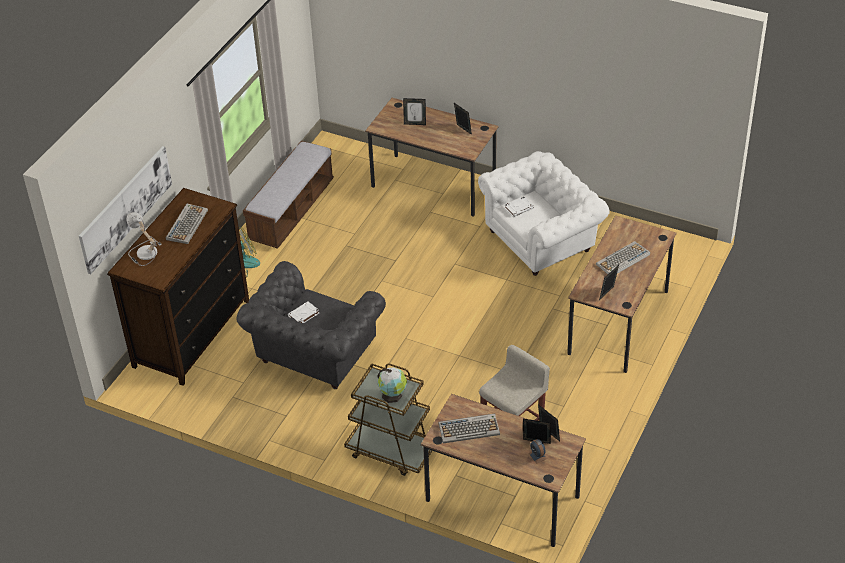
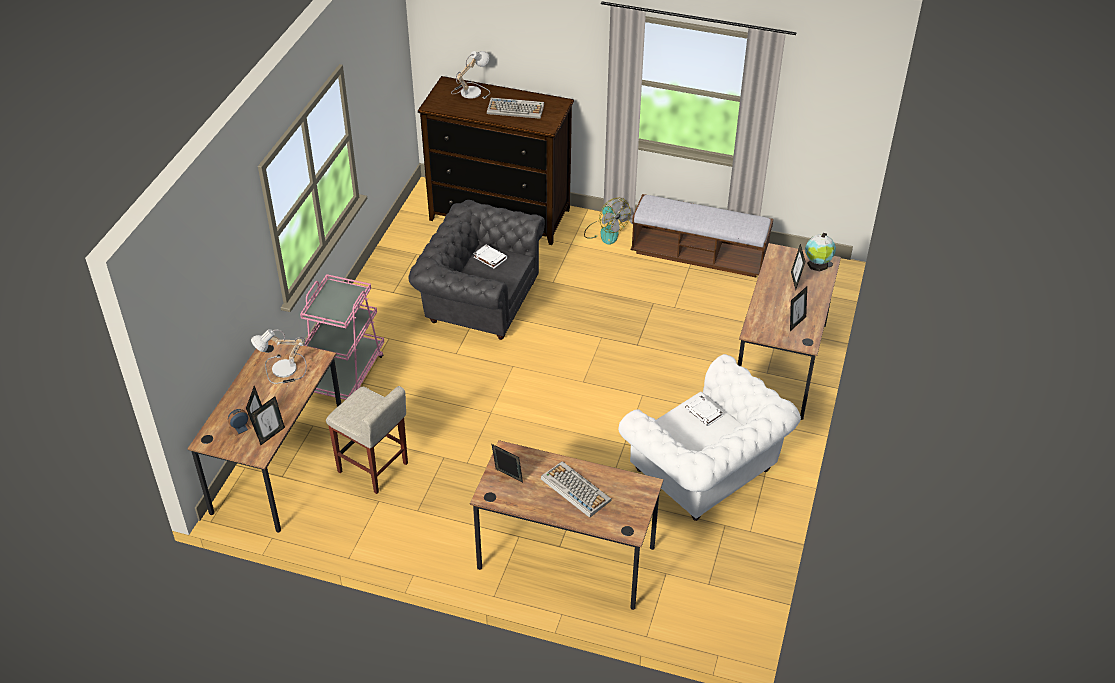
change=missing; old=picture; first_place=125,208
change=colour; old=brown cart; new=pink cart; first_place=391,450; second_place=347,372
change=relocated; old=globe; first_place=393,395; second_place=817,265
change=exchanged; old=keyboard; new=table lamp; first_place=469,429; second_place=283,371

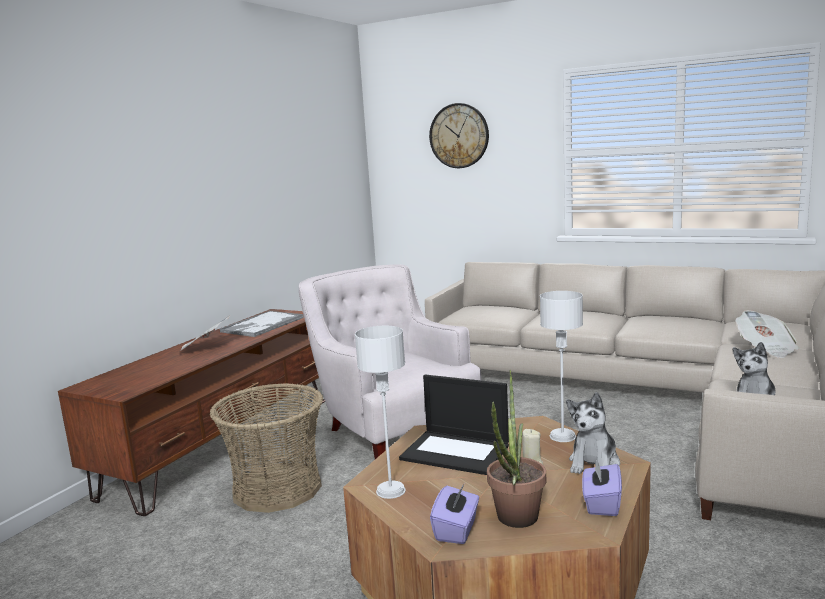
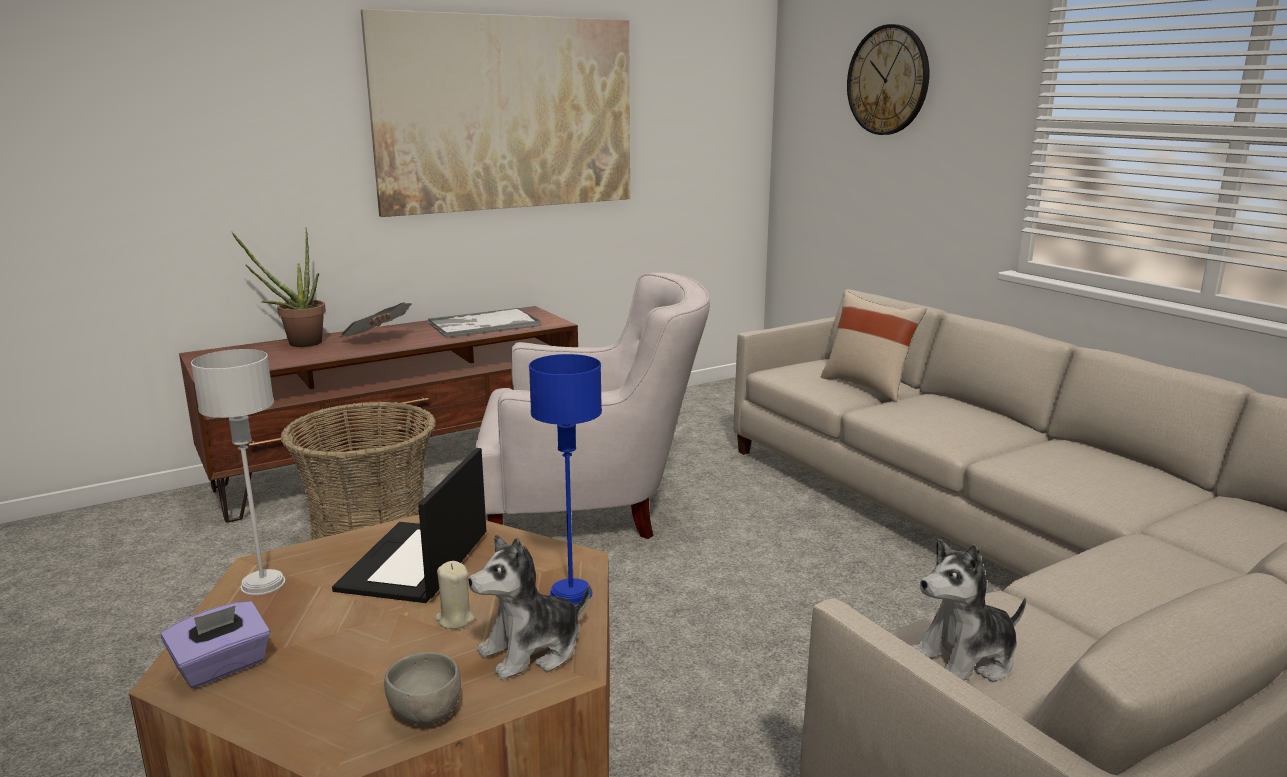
change=spun; old=white armchair; first_place=392,427; second_place=590,507; degrees=90
change=colour; old=grey table lamp; new=blue table lamp; first_place=562,436; second_place=570,593
change=missing; old=newspaper; first_place=766,349
change=relocated; old=potted plant; first_place=515,522; second_place=298,344
change=spun; old=laptop; first_place=456,452; second_place=415,563; degrees=45
change=exchanged; old=purple tissue box; new=grey bowl; first_place=601,504; second_place=425,715
change=appeared; new=picture; second_place=508,114
change=appeared; new=beige pillow; second_place=868,386

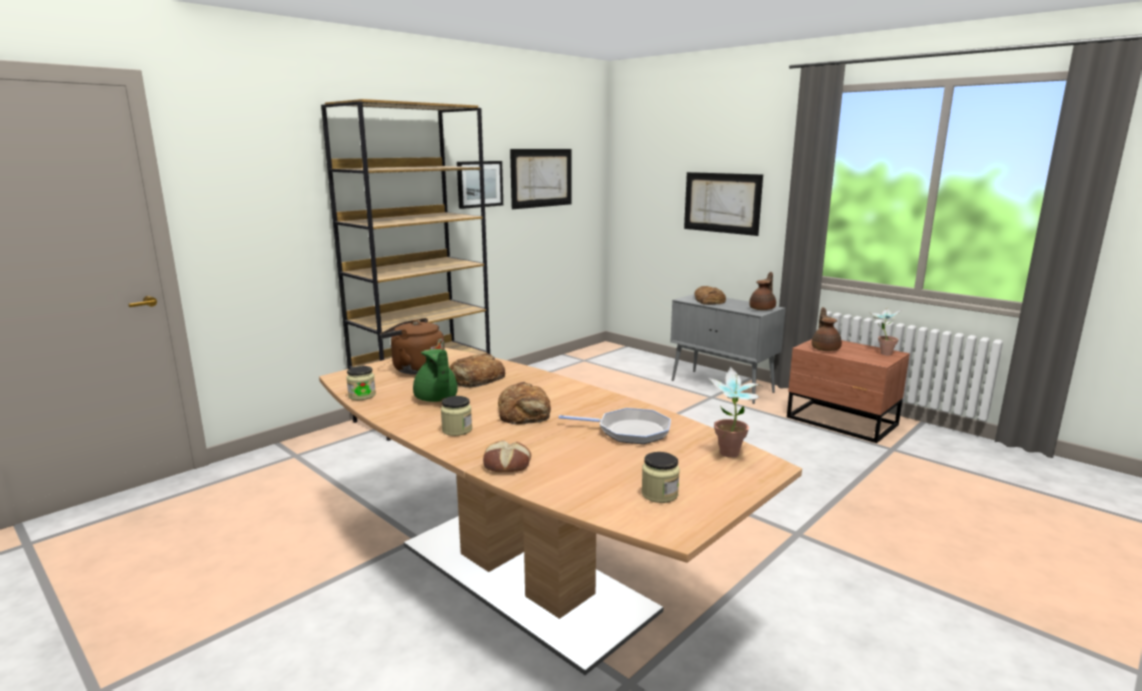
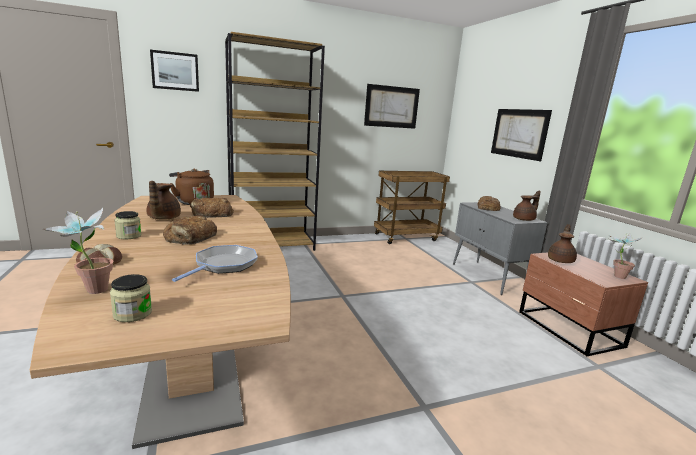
change=relocated; old=picture; first_place=479,184; second_place=175,71
change=colour; old=green teapot; new=brown teapot; first_place=436,399; second_place=163,218
change=missing; old=jar; first_place=362,396
change=relocated; old=potted plant; first_place=730,456; second_place=89,292
change=spun; old=frying pan; first_place=629,431; second_place=223,265; degrees=-105
change=appeared; new=brown cart; second_place=406,237

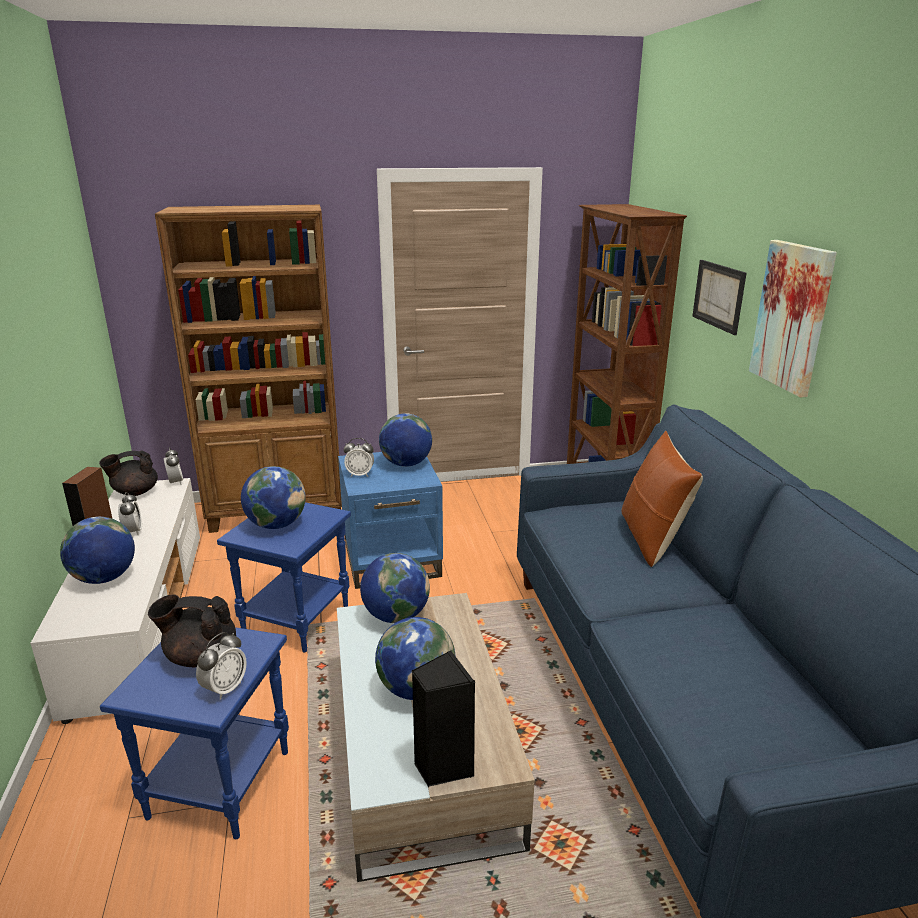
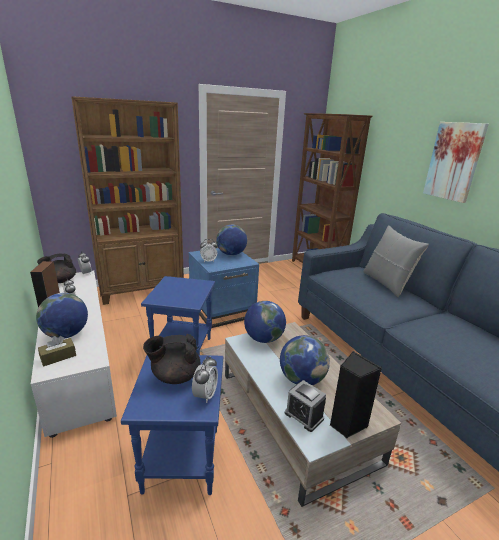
change=missing; old=picture; first_place=719,296
change=colour; old=brown pillow; new=grey pillow; first_place=652,539; second_place=386,283
change=missing; old=globe; first_place=276,525
change=appeared; new=brown tissue box; second_place=58,357
change=appeared; new=alarm clock; second_place=304,416

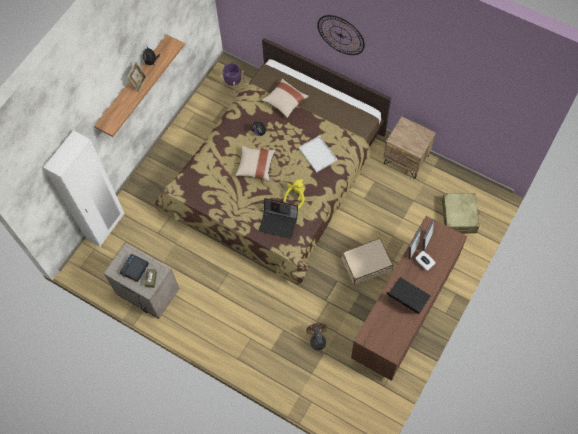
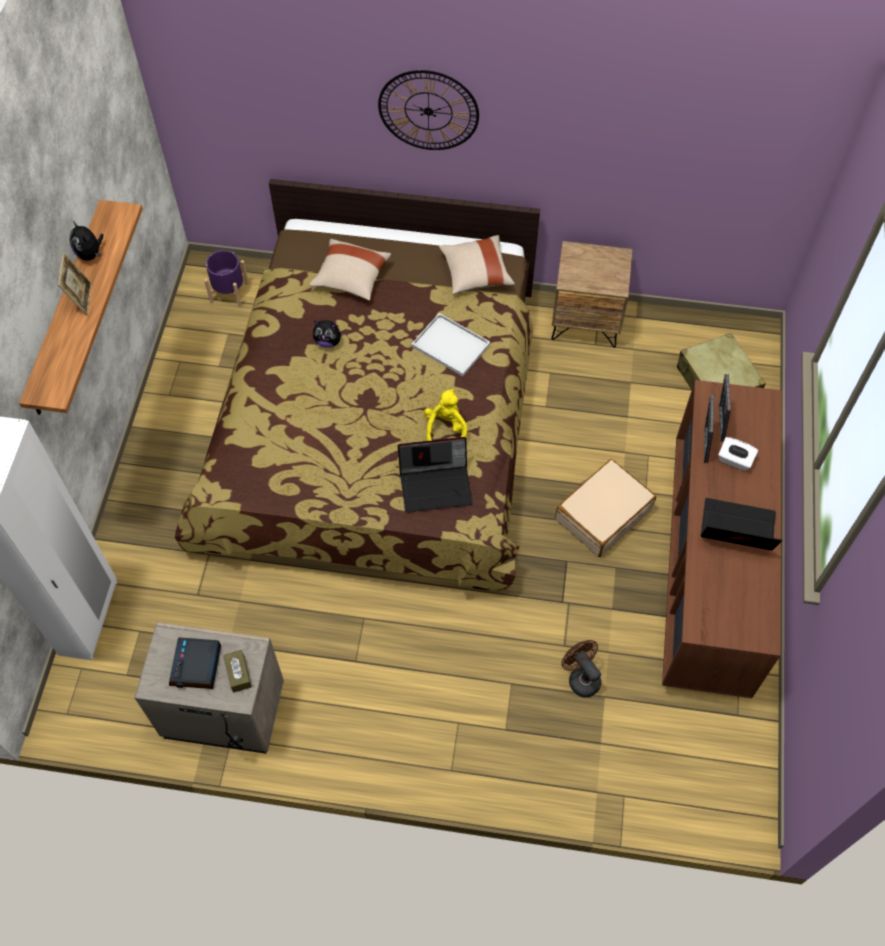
change=relocated; old=beige pillow; first_place=255,166; second_place=476,273

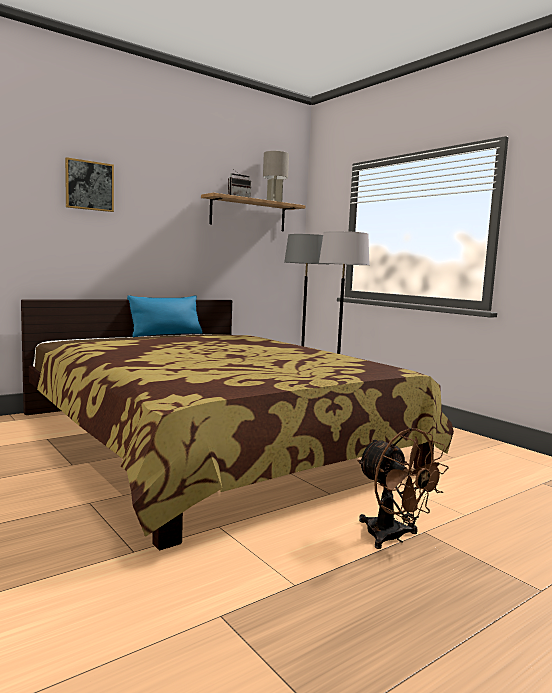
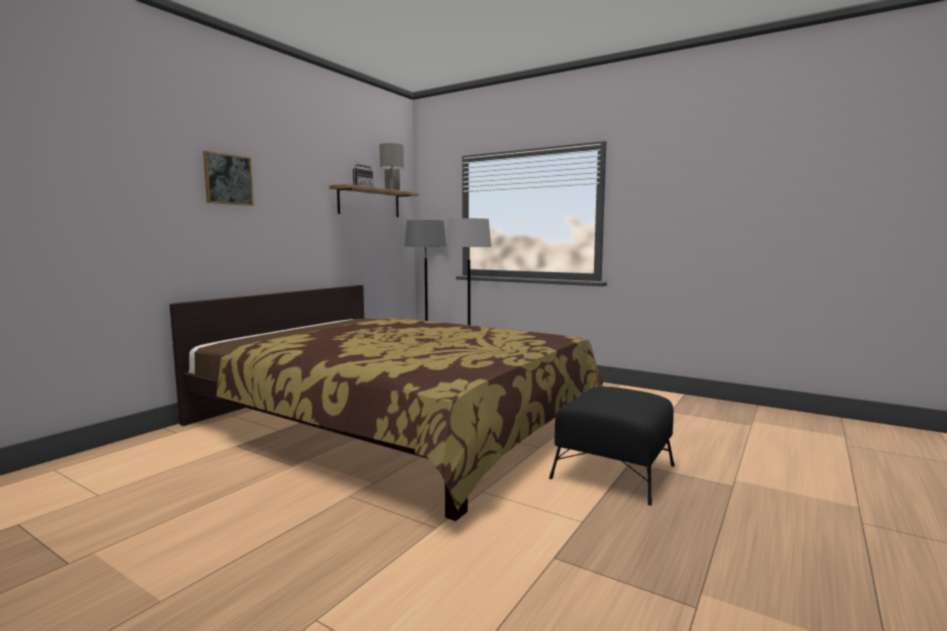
change=missing; old=blue pillow; first_place=166,334
change=exchanged; old=brown fan; new=black ottoman; first_place=393,538; second_place=614,471

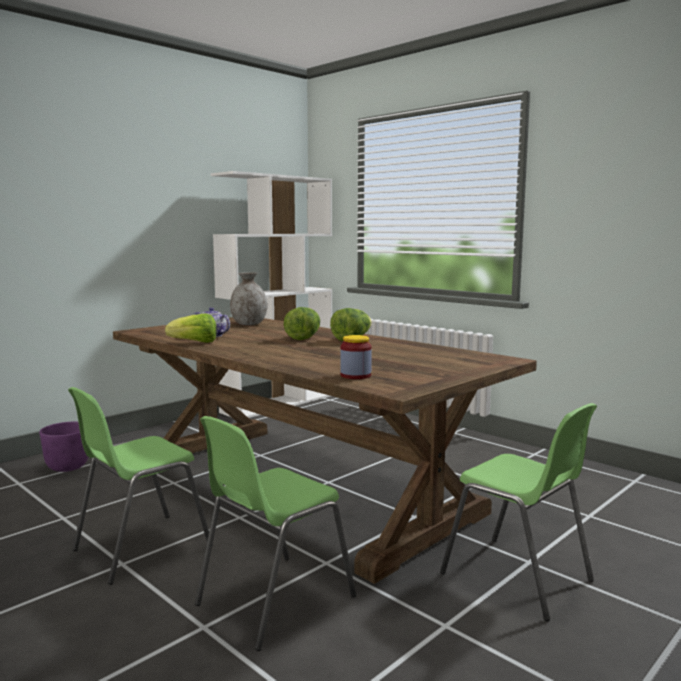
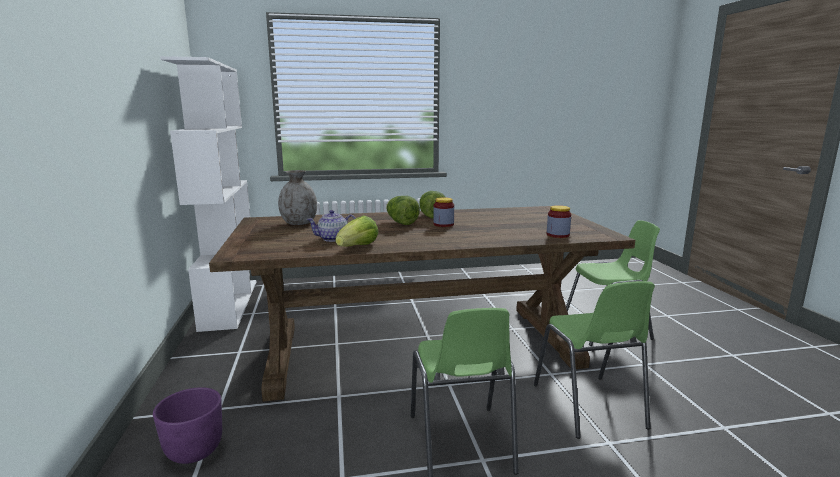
change=appeared; new=jar; second_place=443,224

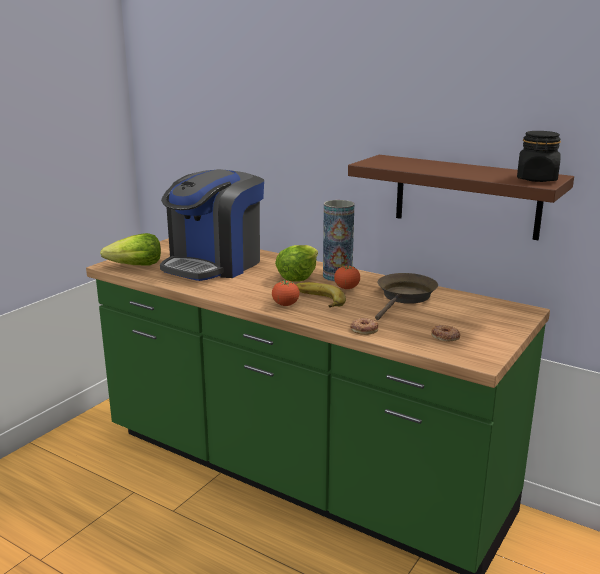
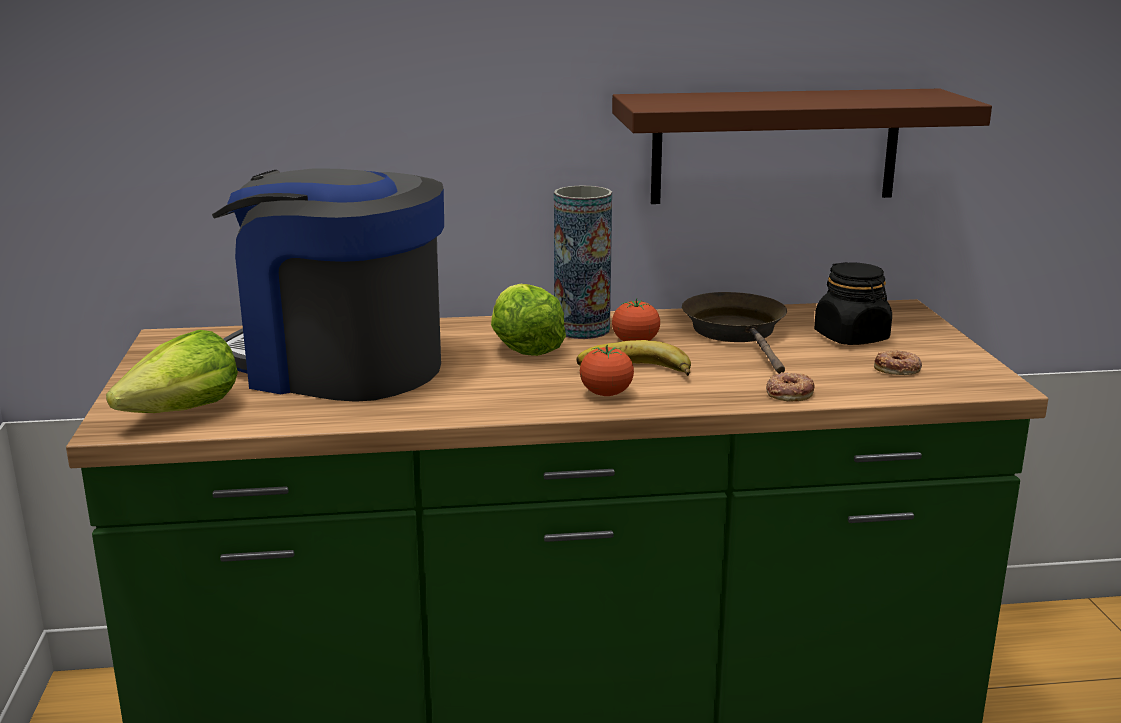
change=relocated; old=black jar; first_place=537,179; second_place=851,337
change=spun; old=coffee machine; first_place=214,264; second_place=338,366; degrees=120

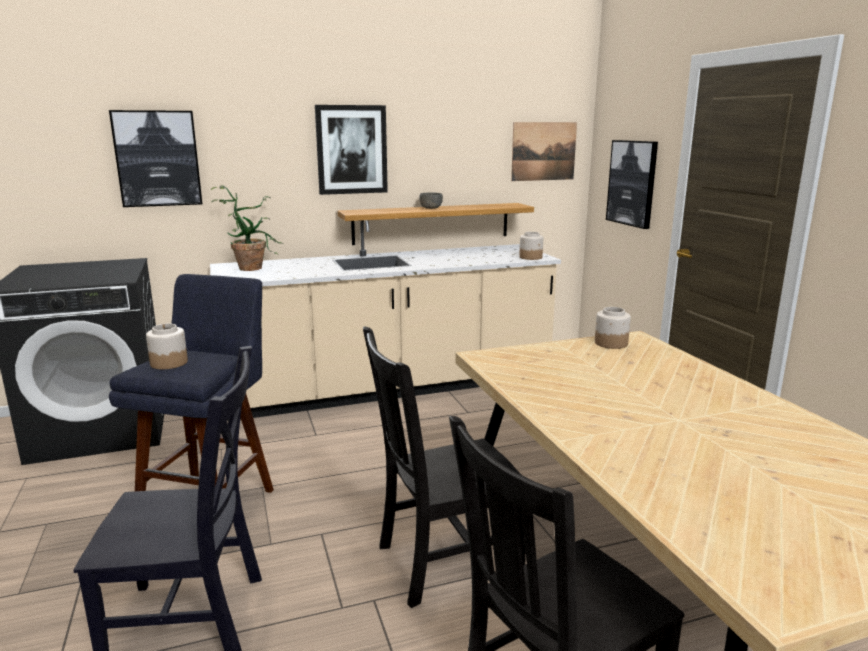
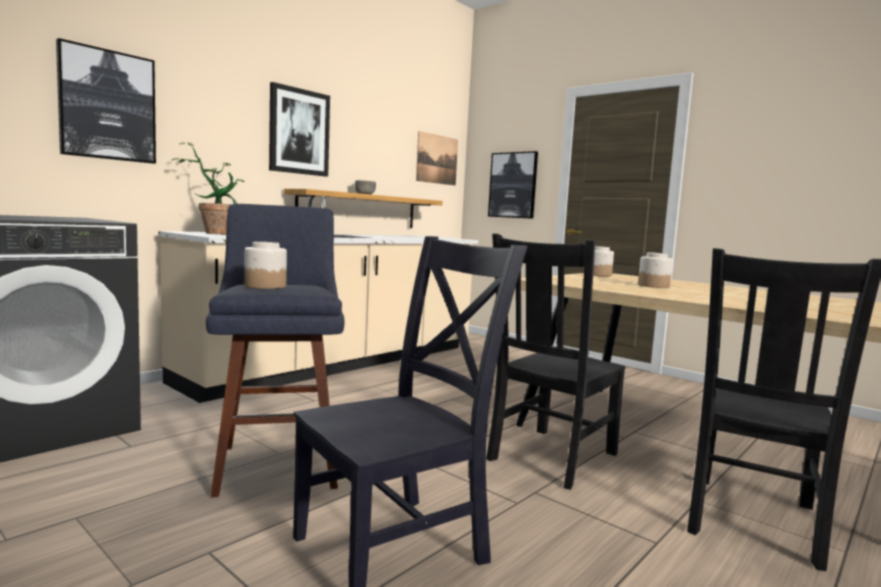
change=relocated; old=jar; first_place=531,257; second_place=654,286

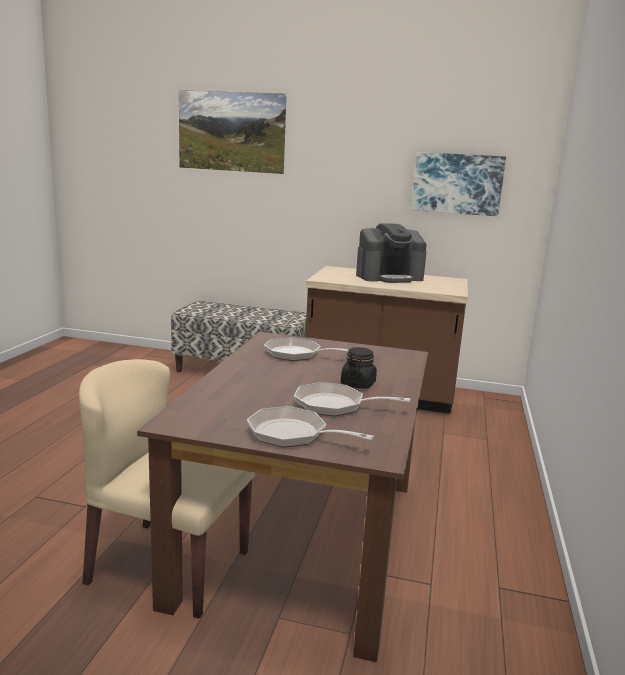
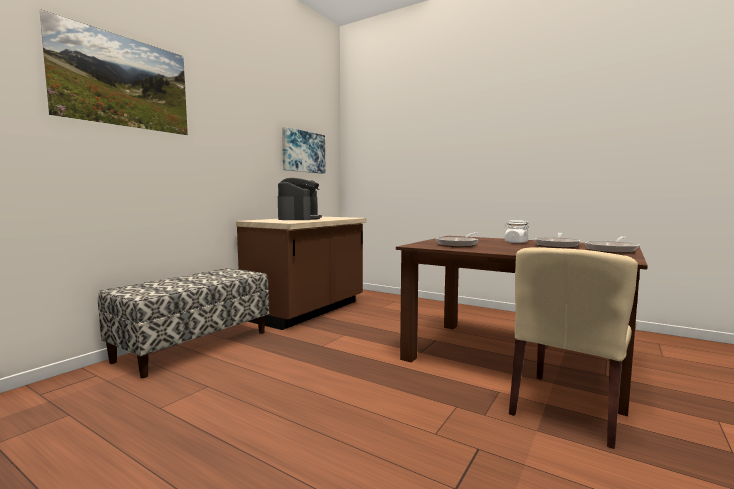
change=colour; old=black jar; new=white jar; first_place=358,384; second_place=516,242

